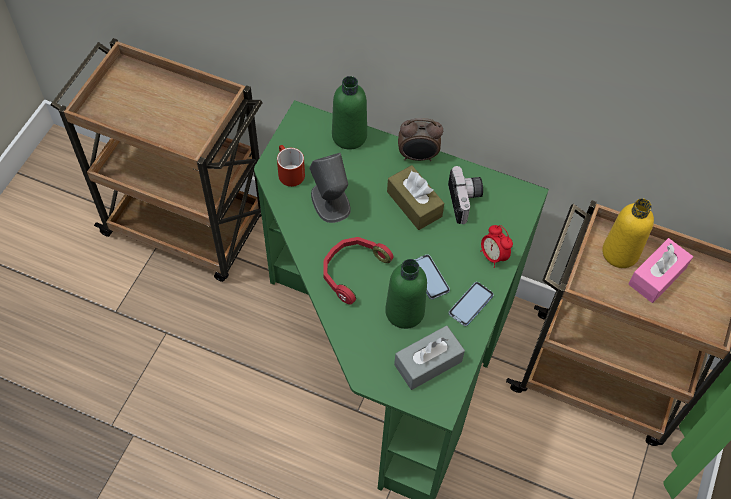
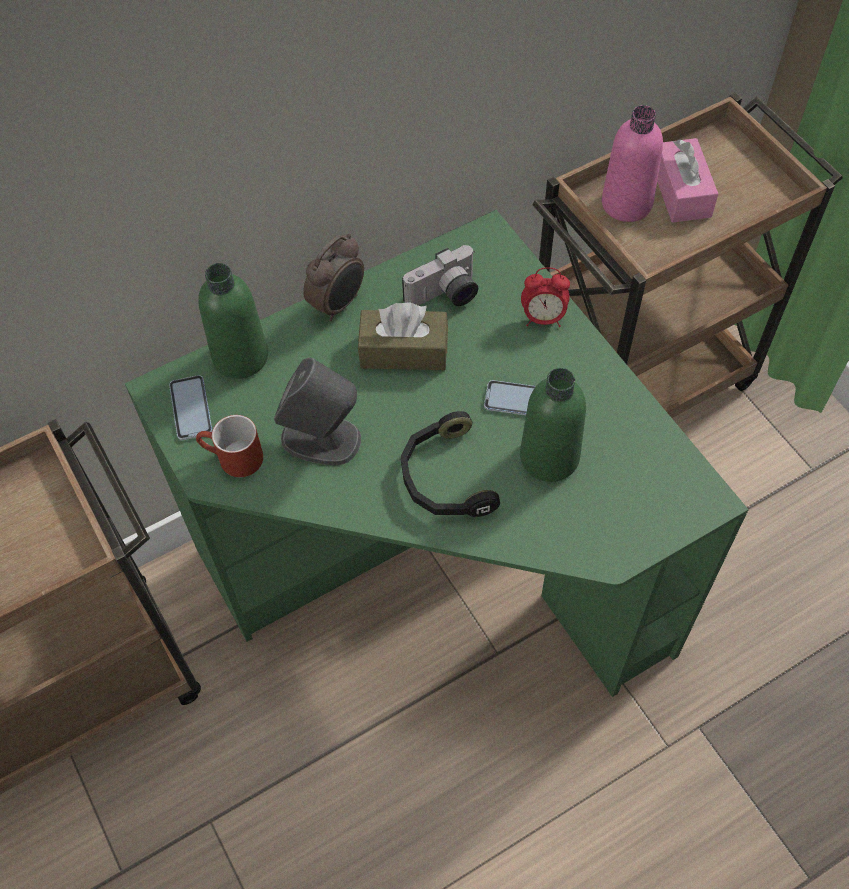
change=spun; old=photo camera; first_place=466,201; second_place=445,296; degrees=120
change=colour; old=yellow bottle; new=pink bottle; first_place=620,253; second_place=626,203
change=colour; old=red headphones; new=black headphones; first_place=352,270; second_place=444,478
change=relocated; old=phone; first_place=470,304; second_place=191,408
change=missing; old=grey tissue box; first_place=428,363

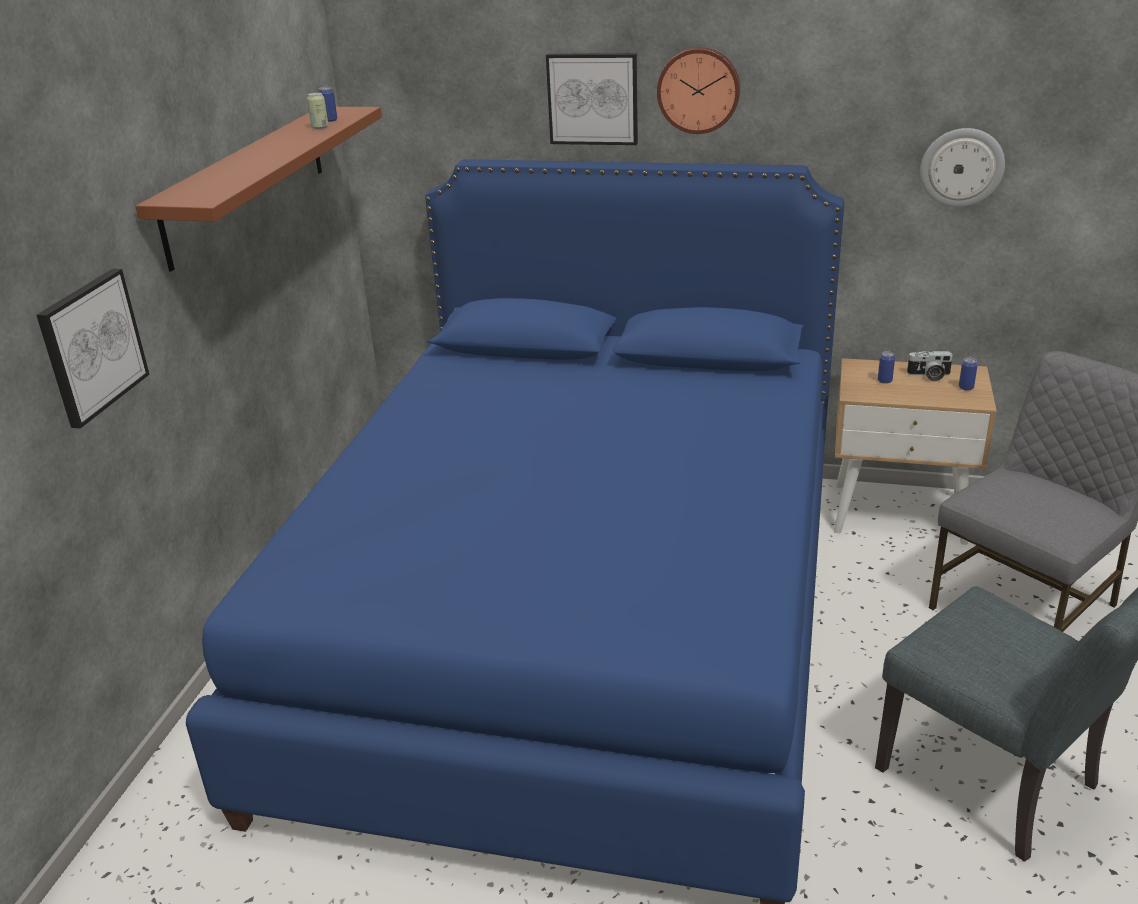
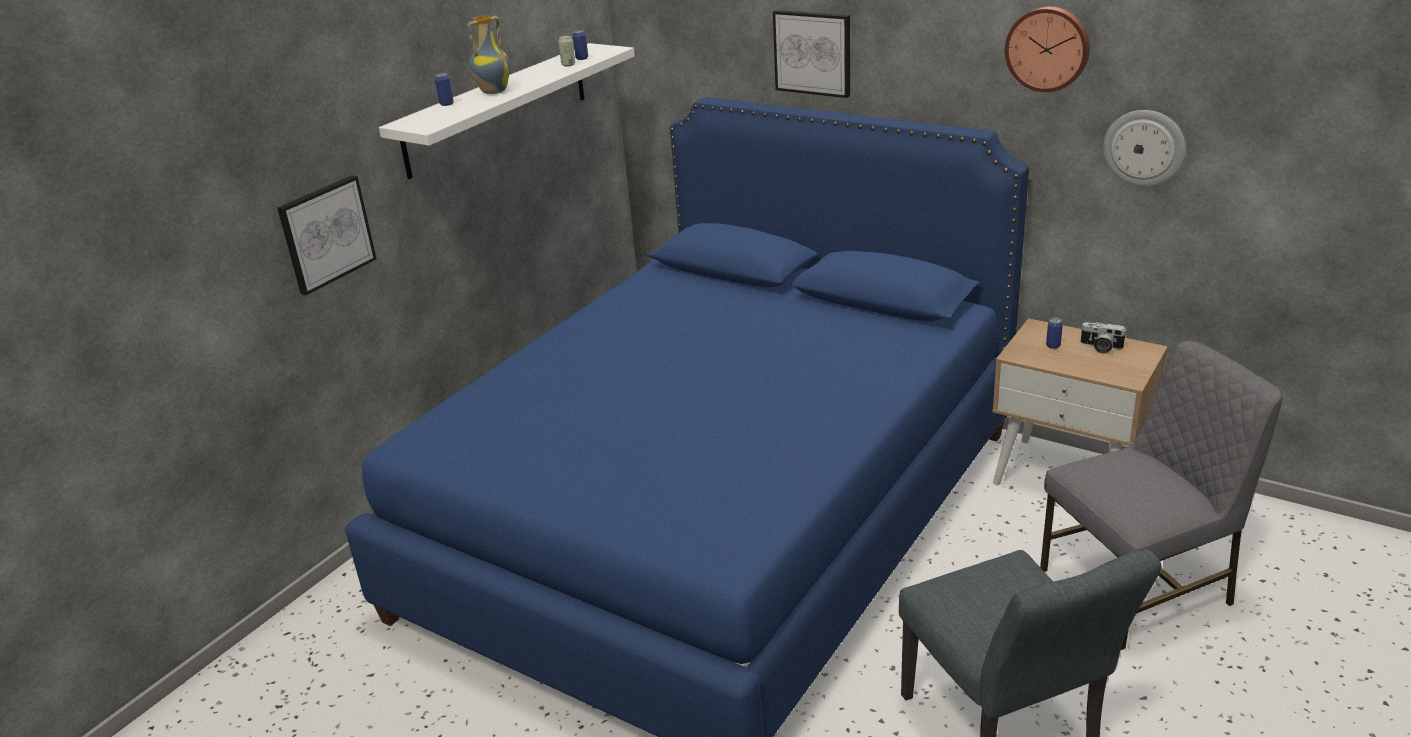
change=relocated; old=wall clock; first_place=699,90; second_place=1048,48
change=colour; old=brown shelf; new=white shelf; first_place=247,182; second_place=498,108
change=relocated; old=can; first_place=966,387; second_place=446,104
change=appeared; new=vase; second_place=493,91

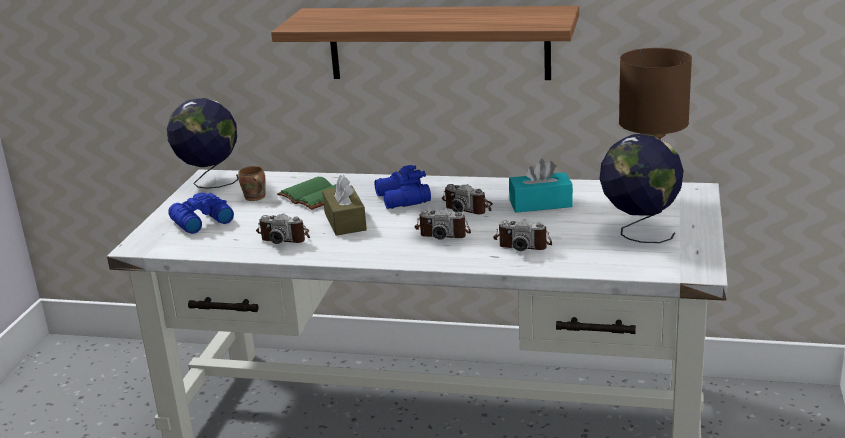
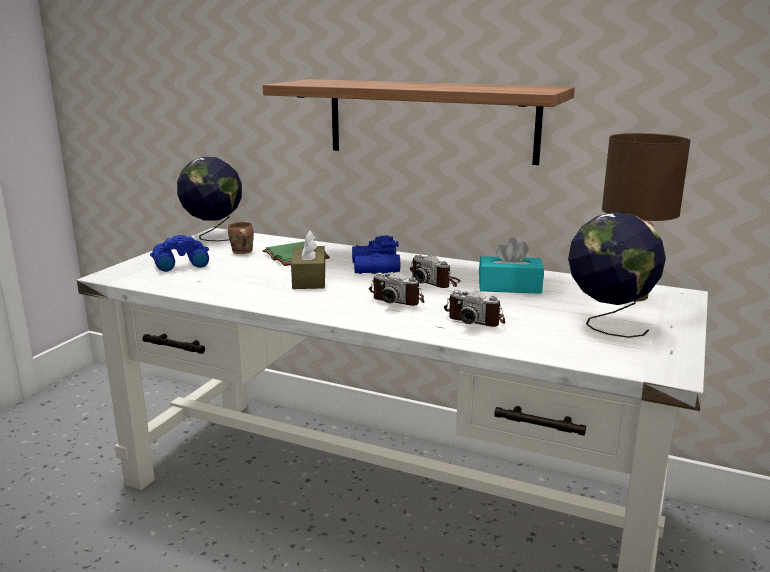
change=missing; old=photo camera; first_place=285,237

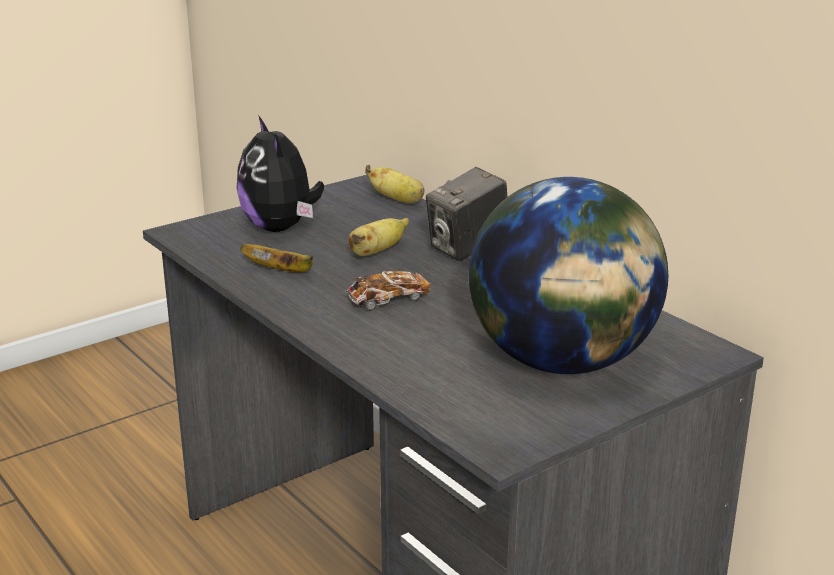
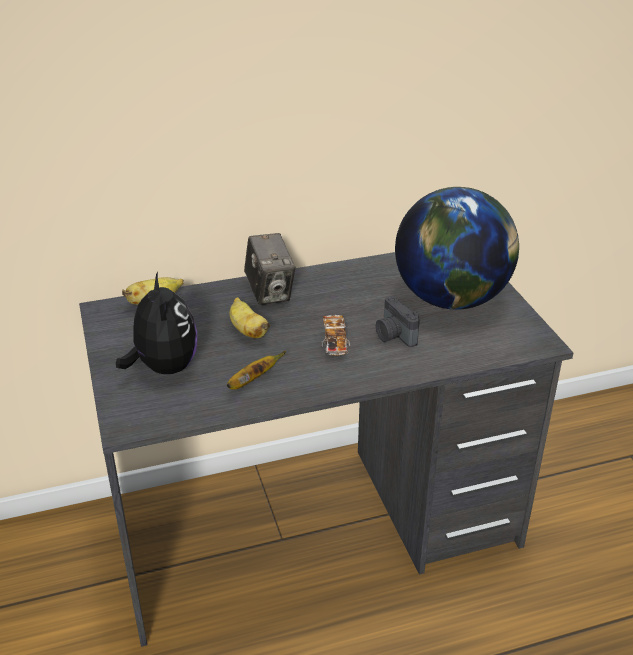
change=spun; old=plush toy; first_place=281,228; second_place=163,367; degrees=-105
change=appeared; new=photo camera; second_place=393,335

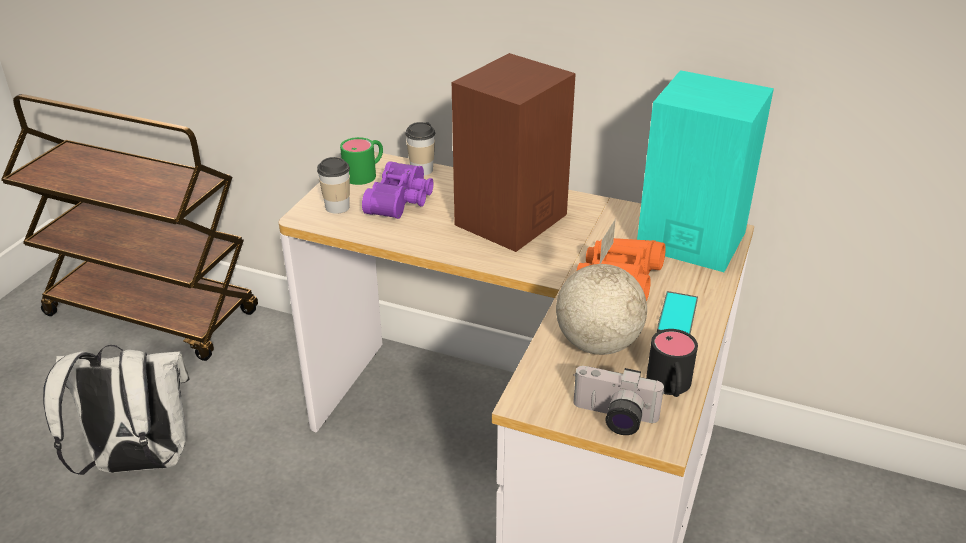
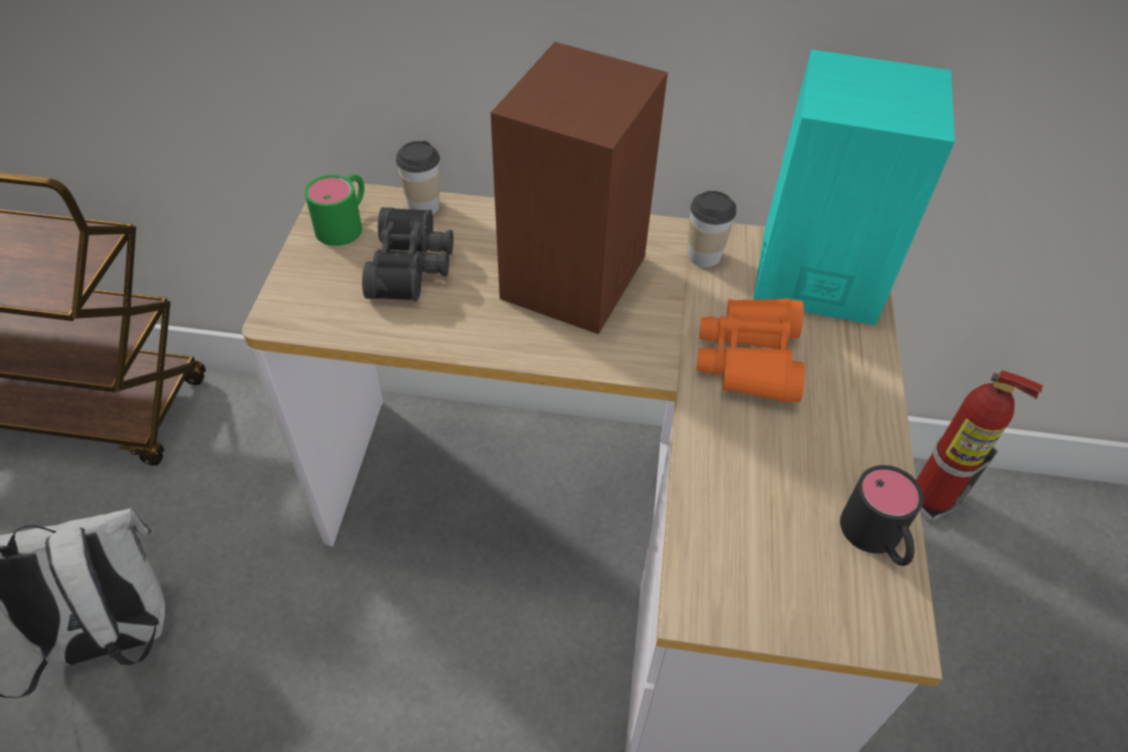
change=relocated; old=cup; first_place=337,207; second_place=704,256
change=colour; old=purple binoculars; new=black binoculars; first_place=402,201; second_place=413,266
change=missing; old=globe; first_place=596,344
change=missing; old=phone; first_place=677,315
change=missing; old=photo camera; first_place=613,418
change=appeared; new=fire extinguisher; second_place=930,500

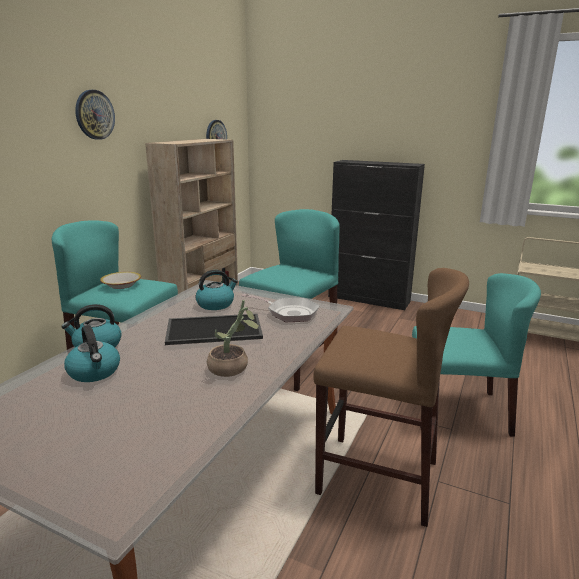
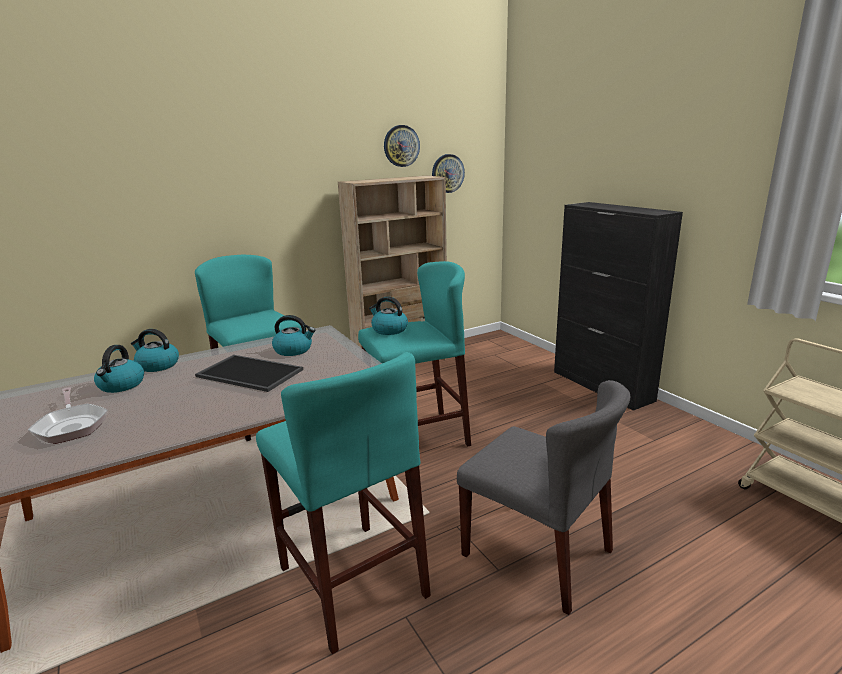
change=relocated; old=wall clock; first_place=94,115; second_place=401,146
change=colour; old=brown stool; new=turquoise stool; first_place=377,477; second_place=352,581
change=missing; old=bowl; first_place=122,285
change=colour; old=turquoise chair; new=grey chair; first_place=459,410; second_place=538,553
change=relocated; old=frying pan; first_place=289,313; second_place=71,426
change=missing; old=potted plant; first_place=233,368
change=appeared; new=kettle; second_place=389,330

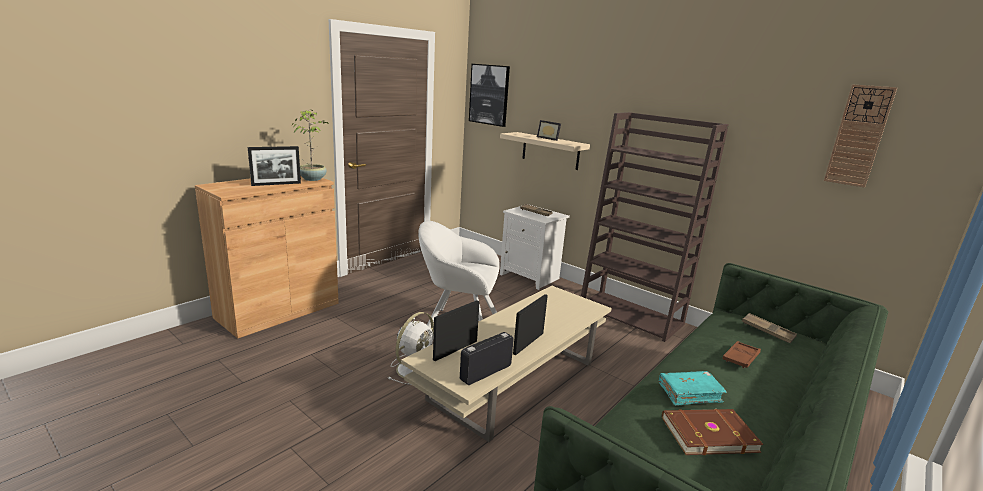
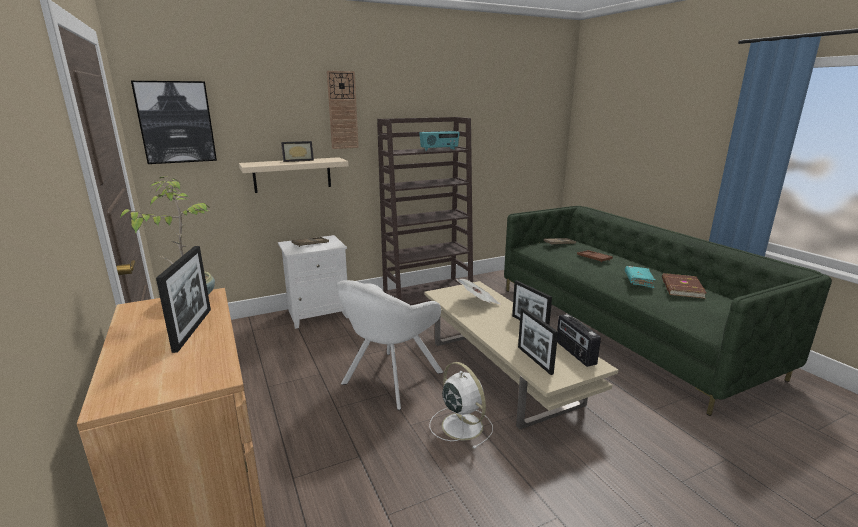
change=relocated; old=wall clock; first_place=858,136; second_place=342,110
change=appeared; new=radio; second_place=439,149
change=appeared; new=newspaper; second_place=478,302

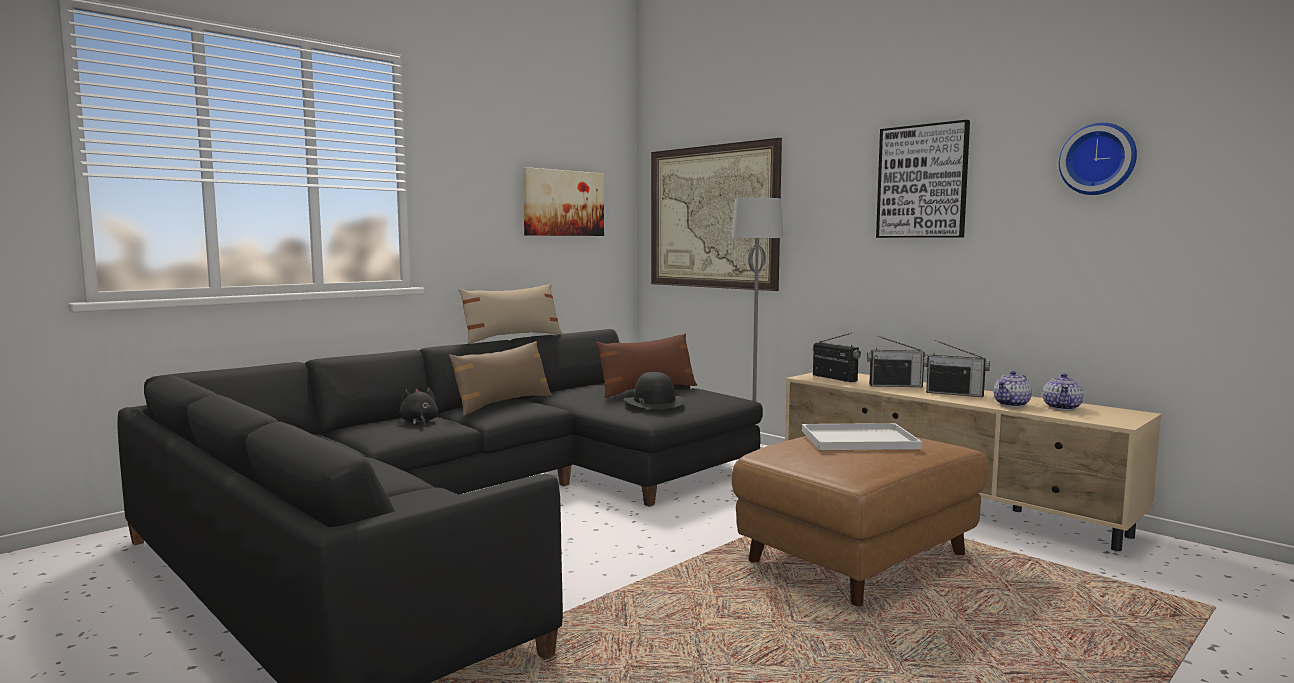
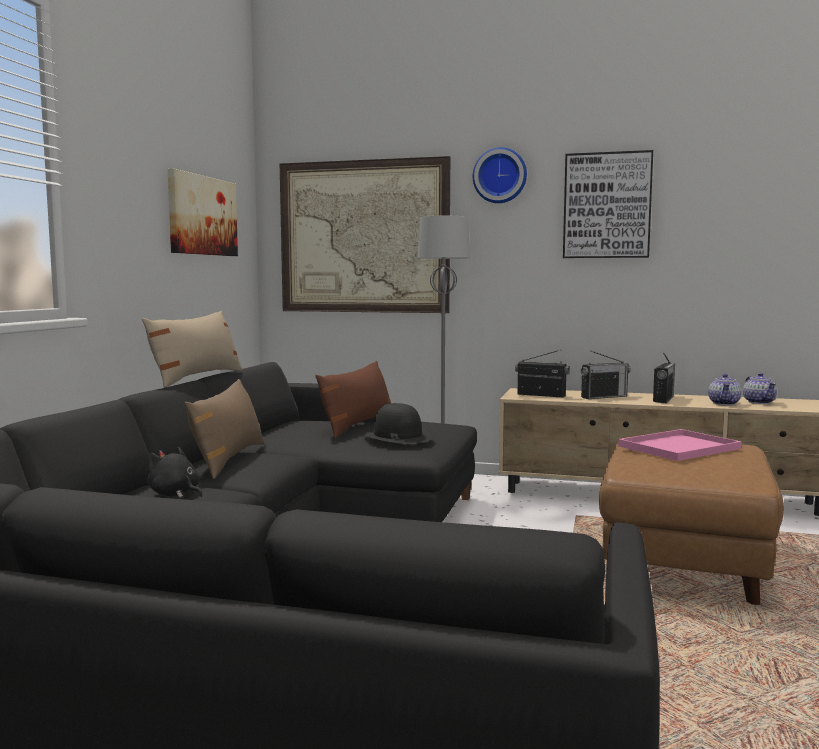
change=relocated; old=wall clock; first_place=1098,159; second_place=500,176
change=spun; old=radio; first_place=954,394; second_place=663,399; degrees=-60
change=colour; old=white tray; new=pink tray; first_place=860,439; second_place=679,447

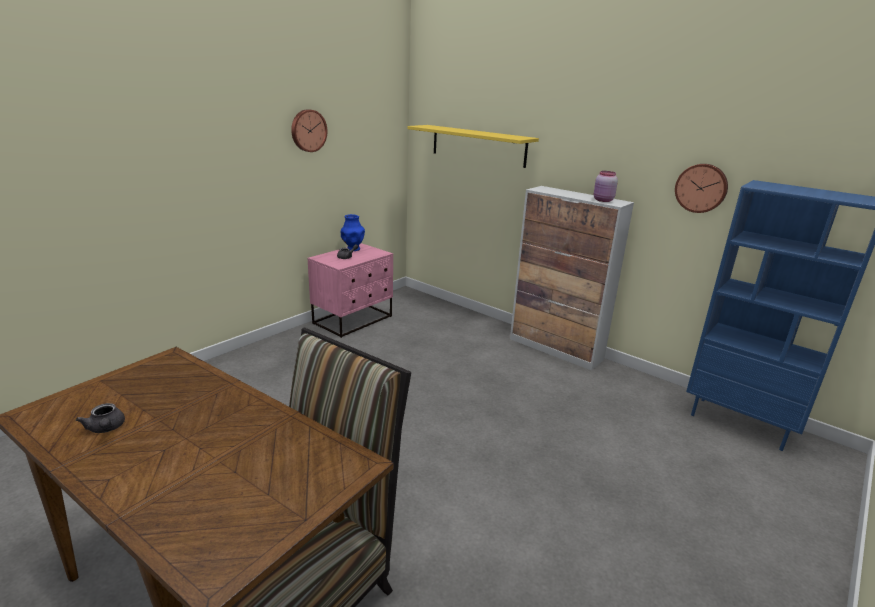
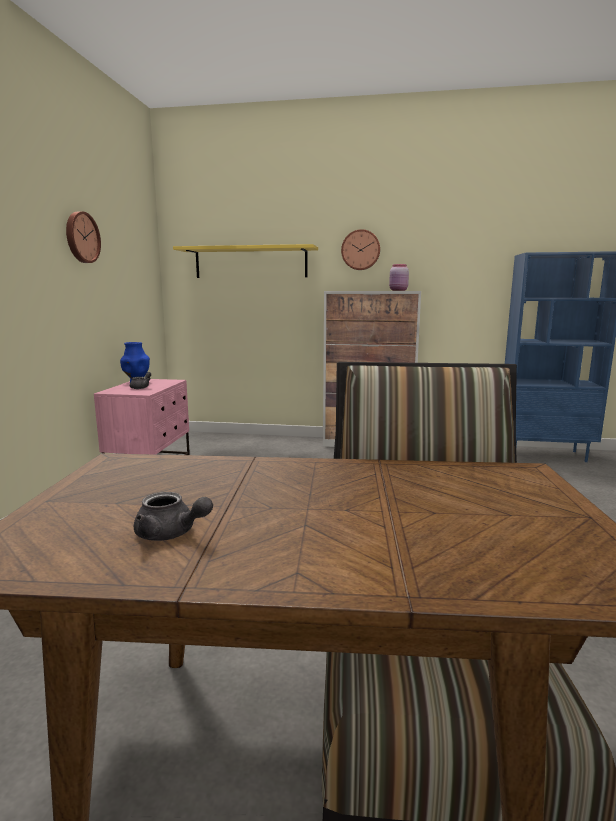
change=relocated; old=wall clock; first_place=701,188; second_place=360,250

